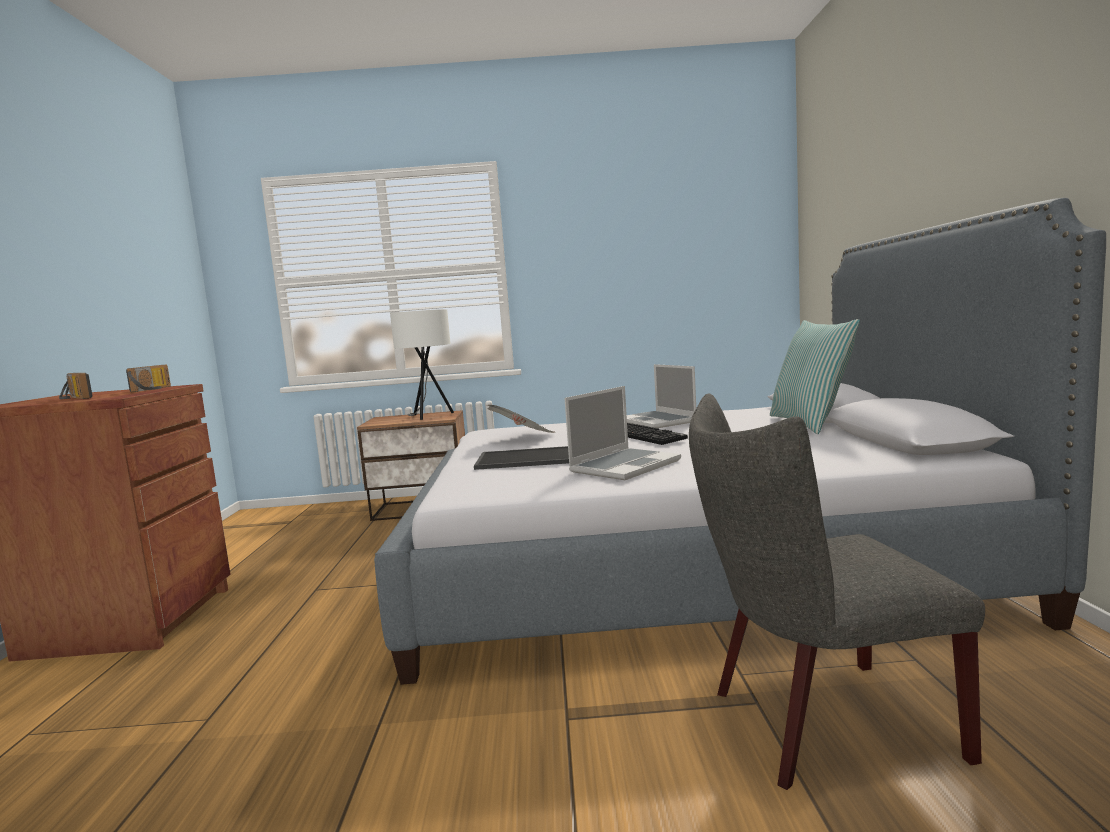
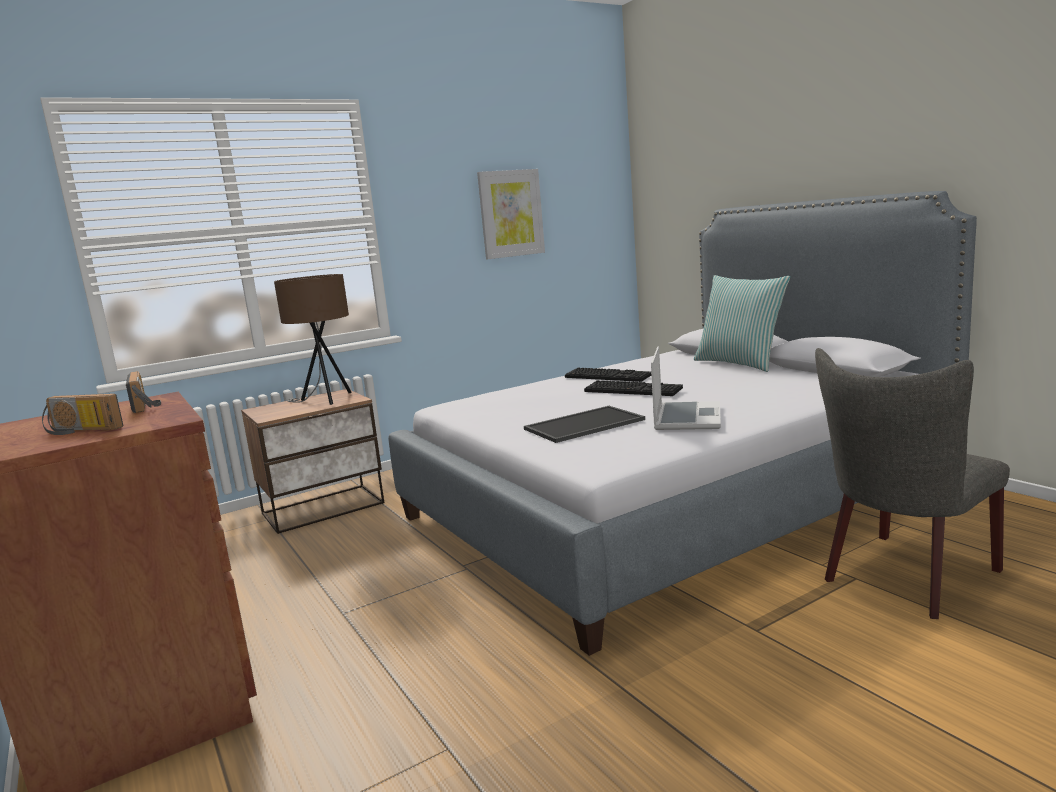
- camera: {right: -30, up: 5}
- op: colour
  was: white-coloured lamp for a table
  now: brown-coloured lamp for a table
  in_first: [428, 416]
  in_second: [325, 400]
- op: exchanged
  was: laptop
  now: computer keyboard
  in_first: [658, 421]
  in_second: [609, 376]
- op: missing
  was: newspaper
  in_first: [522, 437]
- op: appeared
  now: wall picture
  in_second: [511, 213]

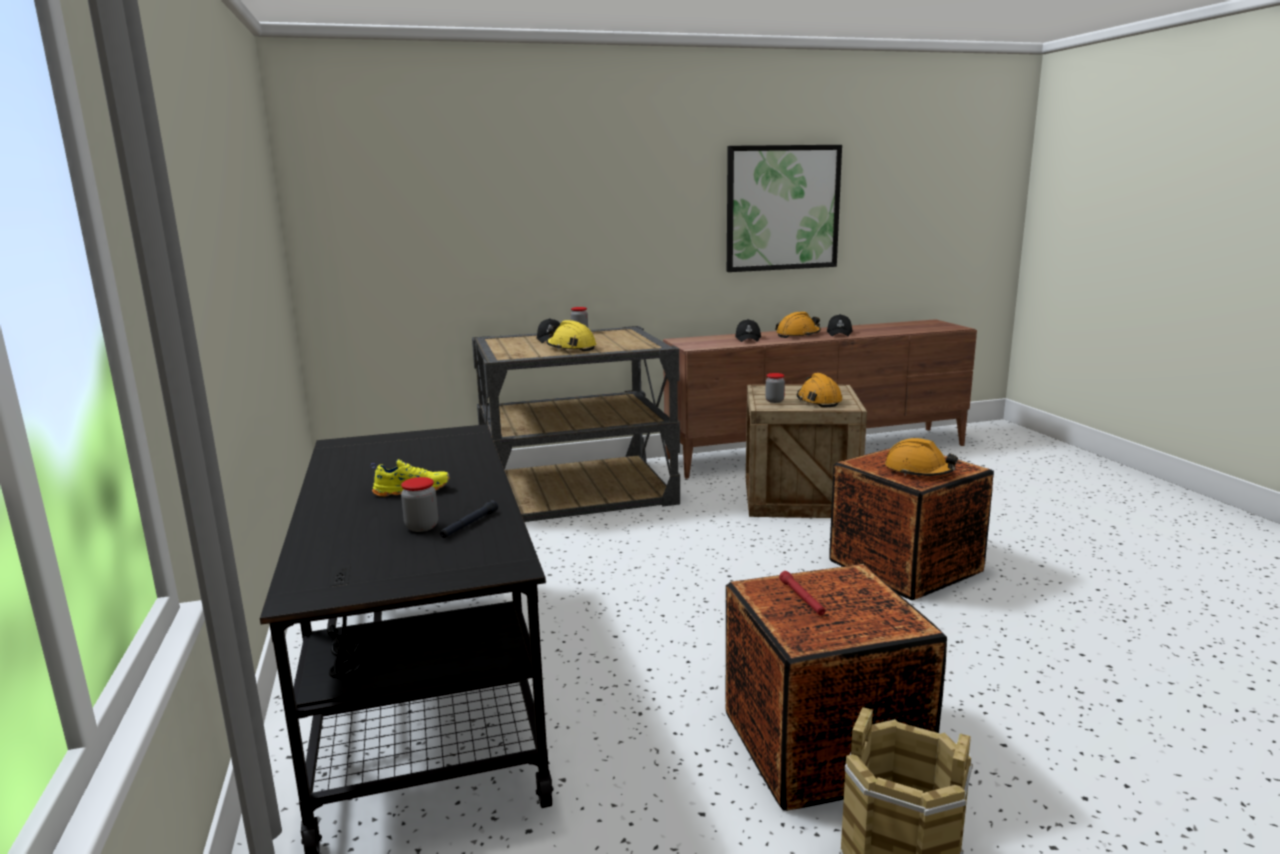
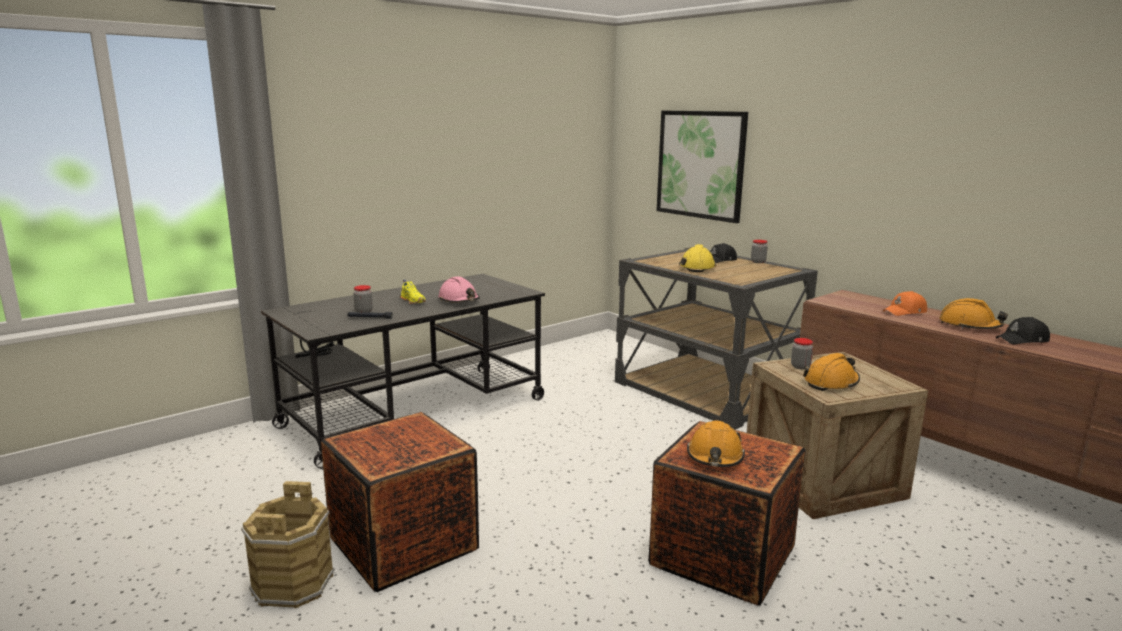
- camera: {right: 65, up: 0}
- op: relocated
  was: wall picture
  in_first: [782, 208]
  in_second: [700, 164]
- op: colour
  was: blackish cap
  now: orangey cap
  in_first: [748, 338]
  in_second: [905, 312]
- op: missing
  was: red-coloured hand torch
  in_first: [802, 598]
- op: appeared
  now: pink safety helmet
  in_second: [459, 300]

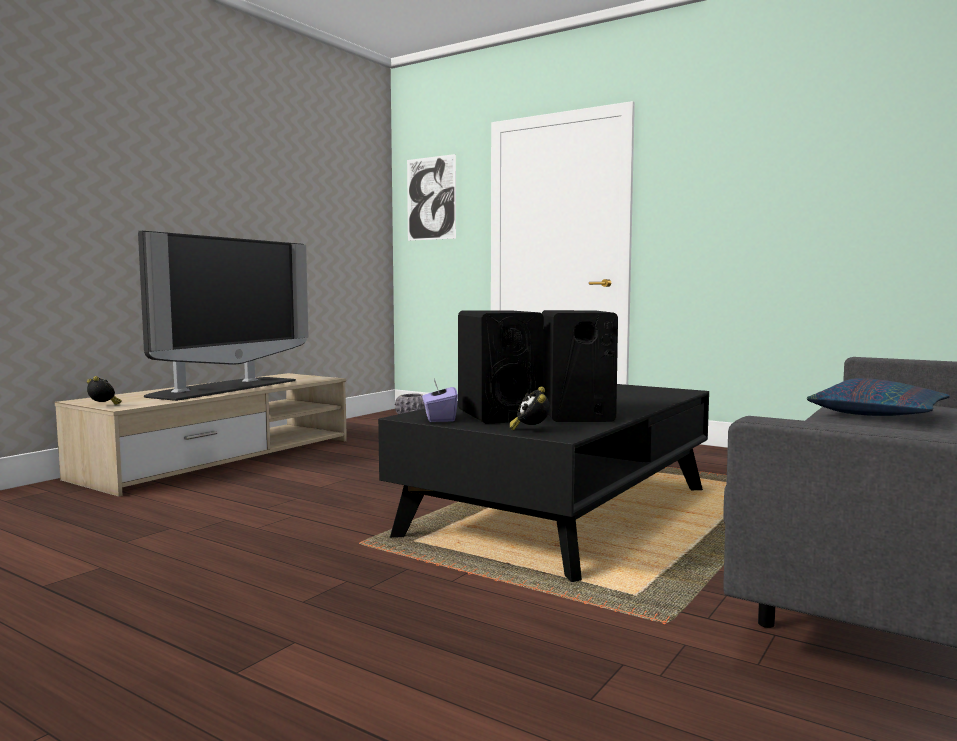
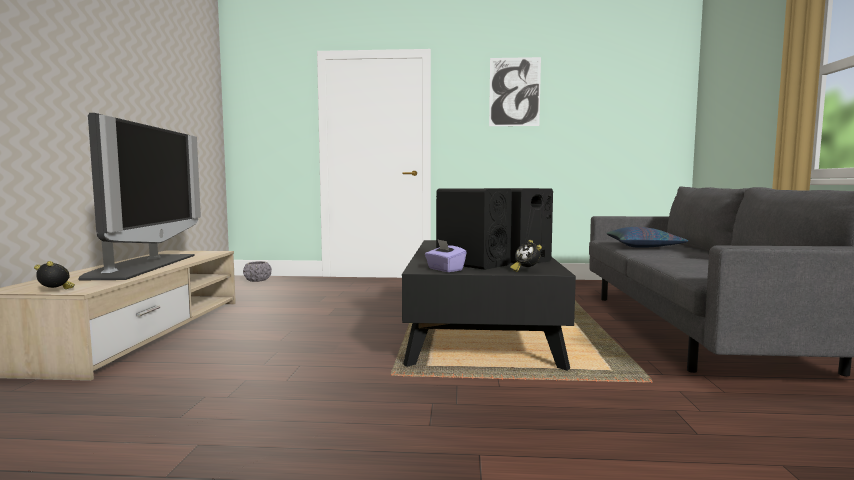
- camera: {right: -30, up: 0}
- op: relocated
  was: wall picture
  in_first: [431, 198]
  in_second: [514, 92]

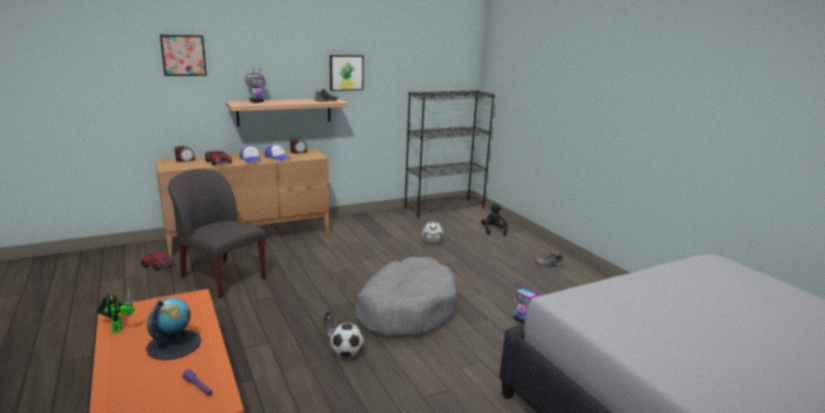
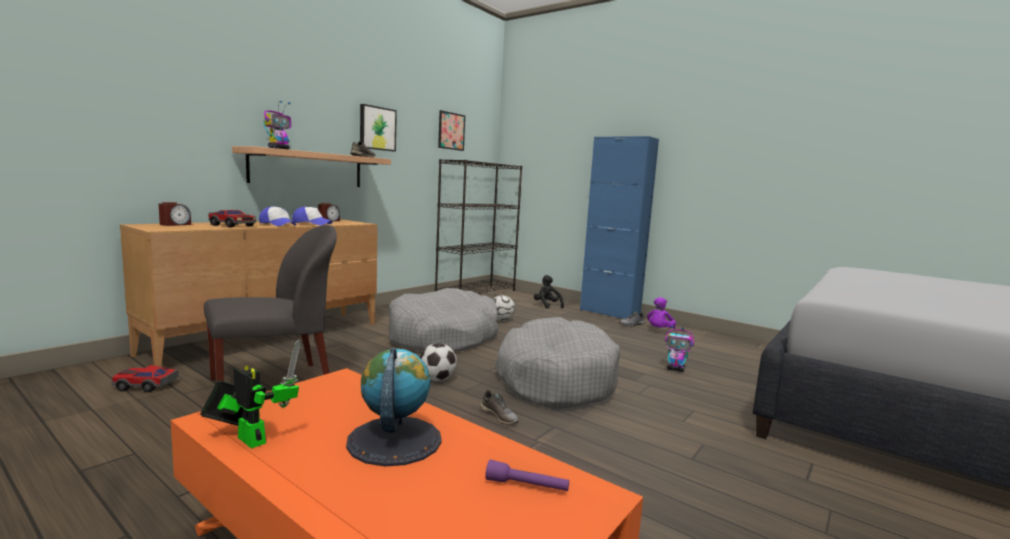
- camera: {right: -25, up: -10}
- op: relocated
  was: wall picture
  in_first: [183, 55]
  in_second: [451, 131]
- op: spun
  was: greyish chair
  in_first: [222, 277]
  in_second: [274, 384]
  clockwise: 135
- op: relocated
  was: ball for football
  in_first: [347, 354]
  in_second: [437, 379]
- op: appeared
  now: blue storage cabinet
  in_second: [609, 313]
- op: appeared
  now: greyish pet bed
  in_second: [442, 337]
- op: appeared
  now: purple soft toy
  in_second: [659, 330]

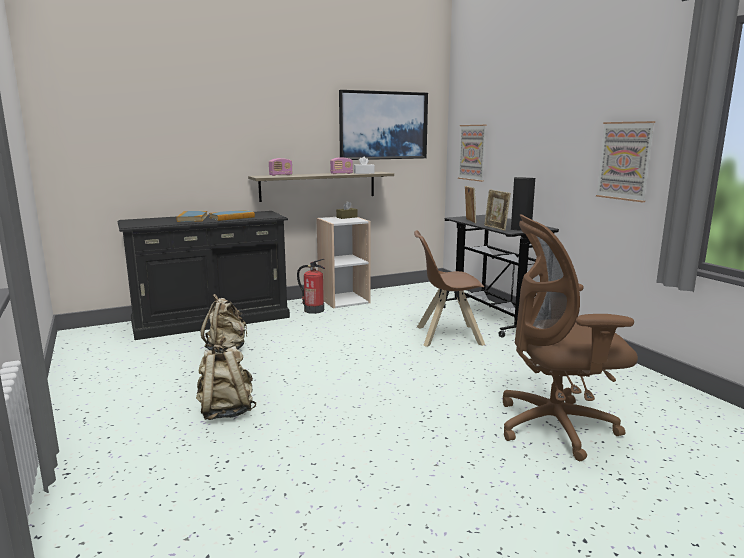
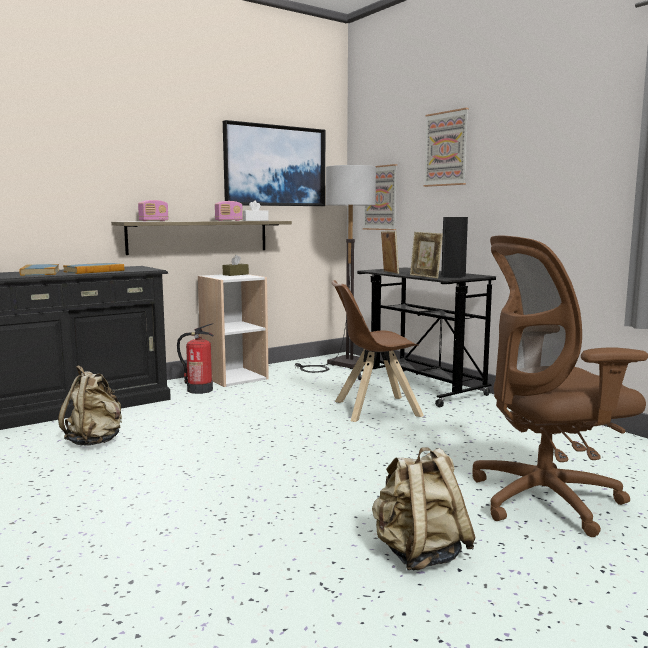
- camera: {right: -10, up: -5}
- op: relocated
  was: wall picture
  in_first: [625, 161]
  in_second: [446, 149]
- op: relocated
  was: beige rucksack
  in_first: [226, 412]
  in_second: [419, 554]
- op: appeared
  now: standing lamp
  in_second: [339, 365]

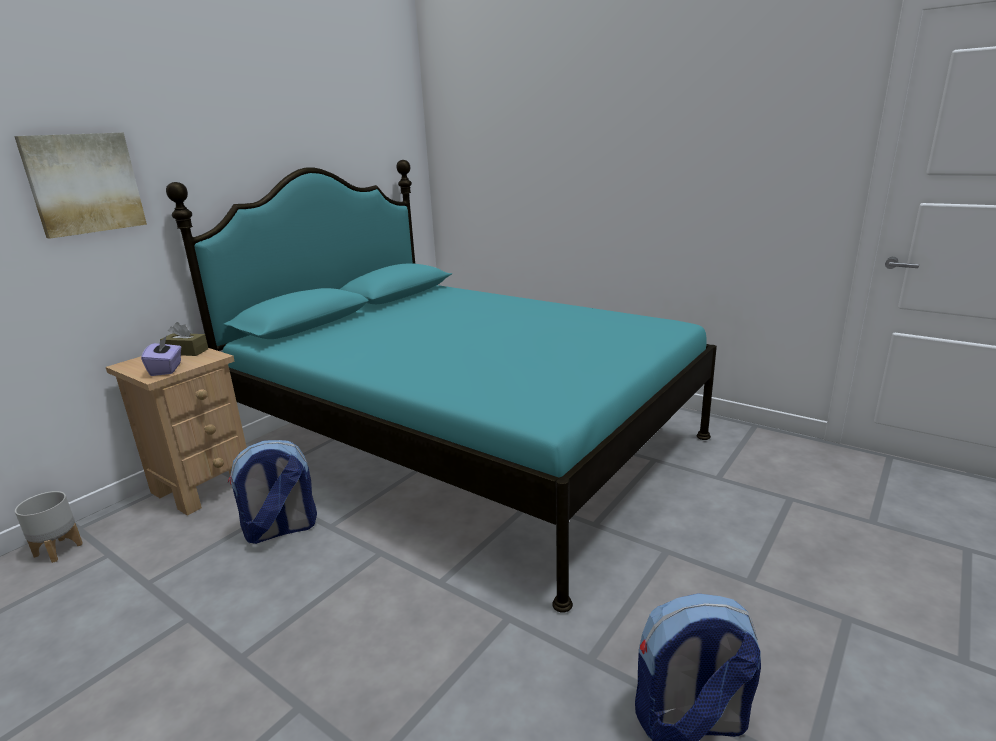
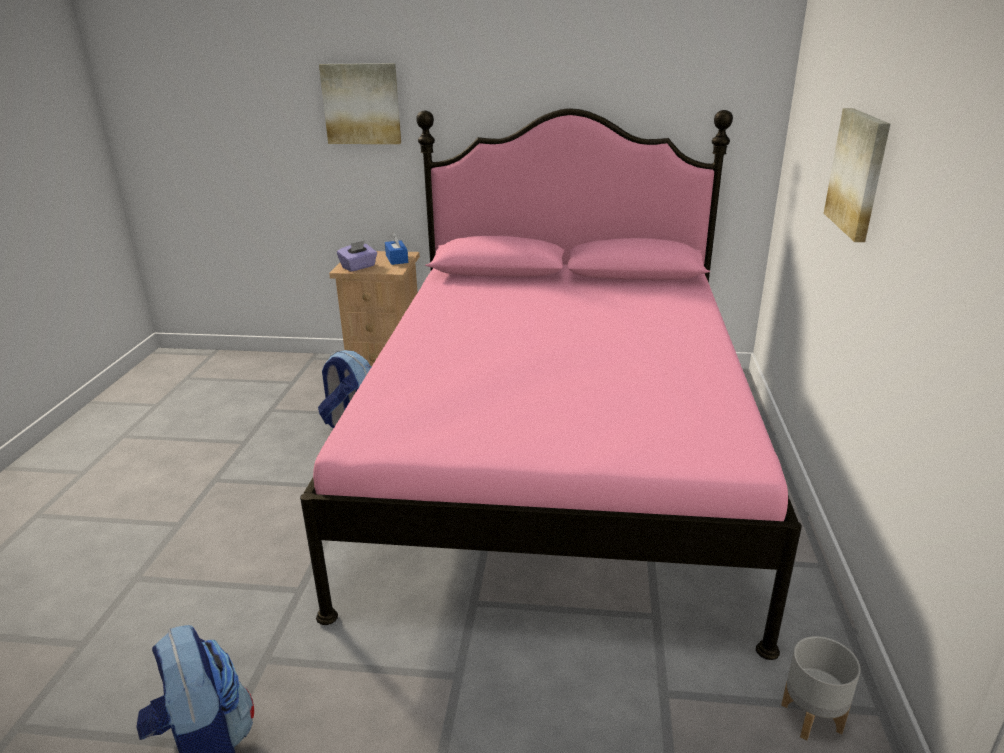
- camera: {right: 60, up: 5}
- op: colour
  was: turquoise-coloured bed
  now: pink bed
  in_first: [468, 446]
  in_second: [555, 465]
- op: colour
  was: brown-coloured box of tissues
  now: blue box of tissues
  in_first: [186, 352]
  in_second: [397, 259]
- op: relocated
  was: greyish flower pot
  in_first: [59, 550]
  in_second: [812, 718]
- op: appeared
  now: wall picture
  in_second: [859, 173]

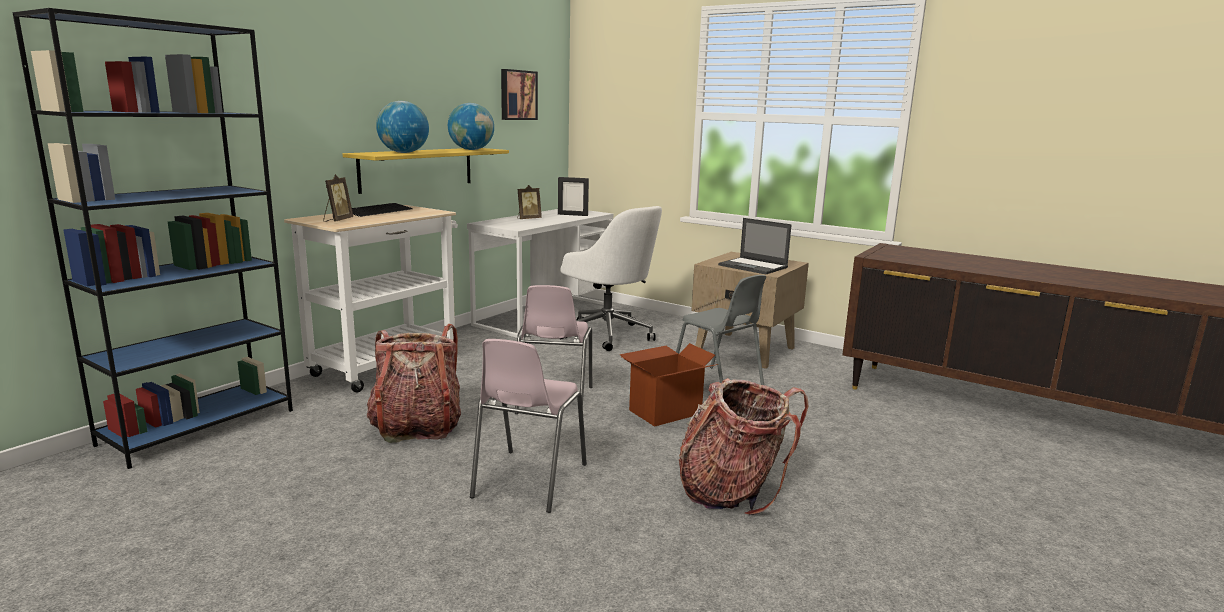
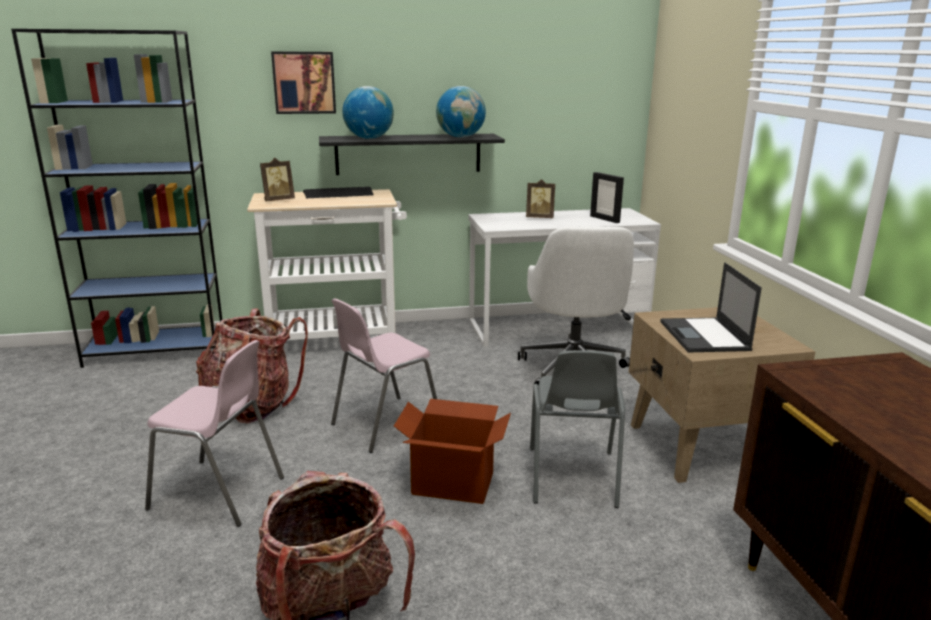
- camera: {right: 45, up: 5}
- op: relocated
  was: wall picture
  in_first: [517, 95]
  in_second: [304, 82]
- op: colour
  was: yellow shelf
  now: blackish shelf
  in_first: [417, 169]
  in_second: [408, 154]
- op: spun
  was: pink chair
  in_first: [528, 481]
  in_second: [219, 493]
  clockwise: -135

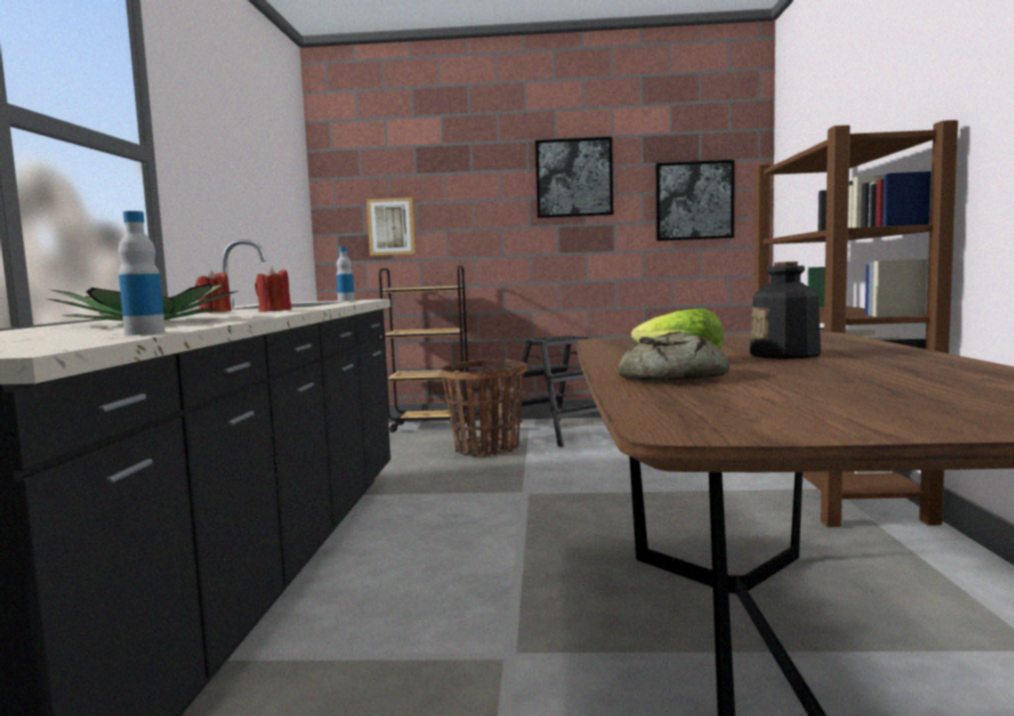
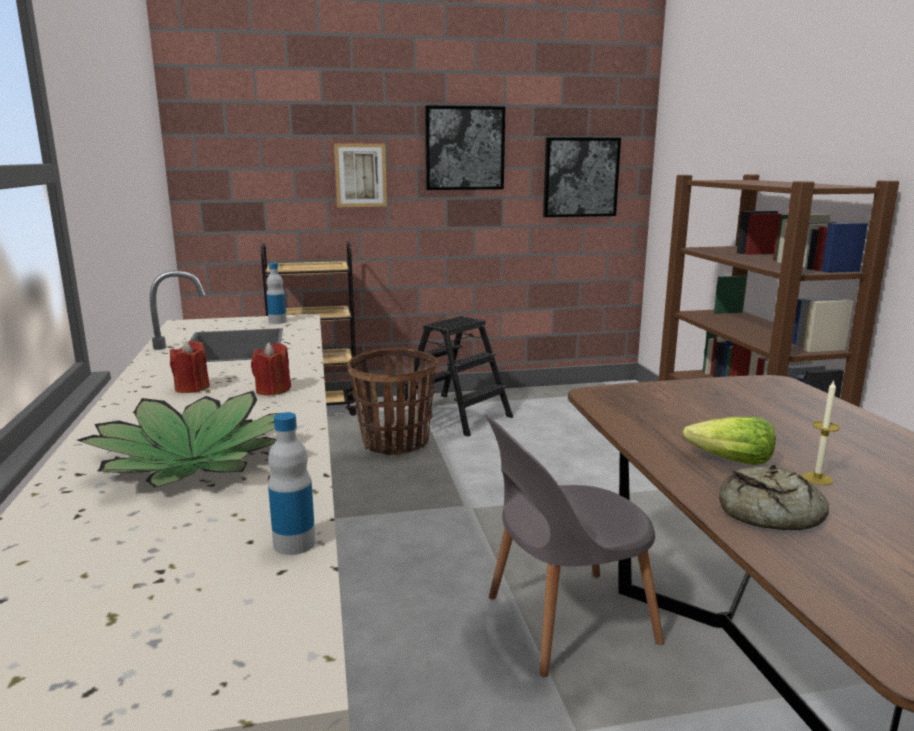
- camera: {right: -15, up: 10}
- op: relocated
  was: wall picture
  in_first: [391, 226]
  in_second: [360, 175]
- op: missing
  was: drink bottle
  in_first: [785, 355]
- op: appeared
  now: candle
  in_second: [817, 478]
- op: appeared
  now: greyish chair
  in_second: [564, 621]

